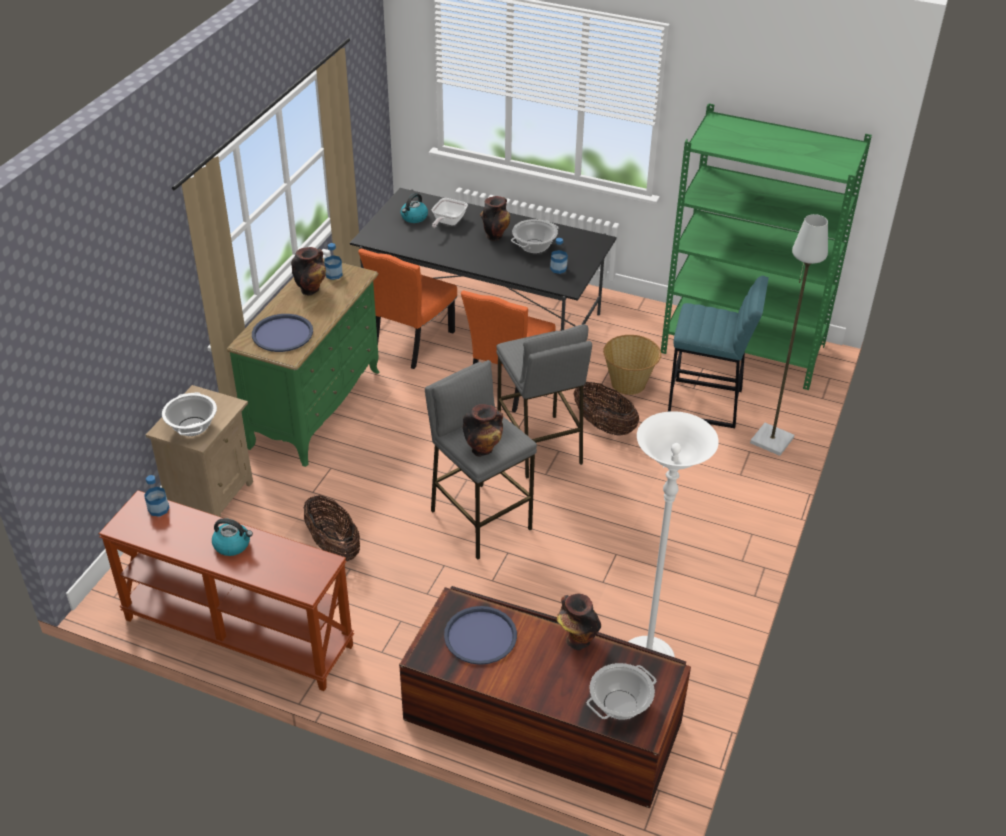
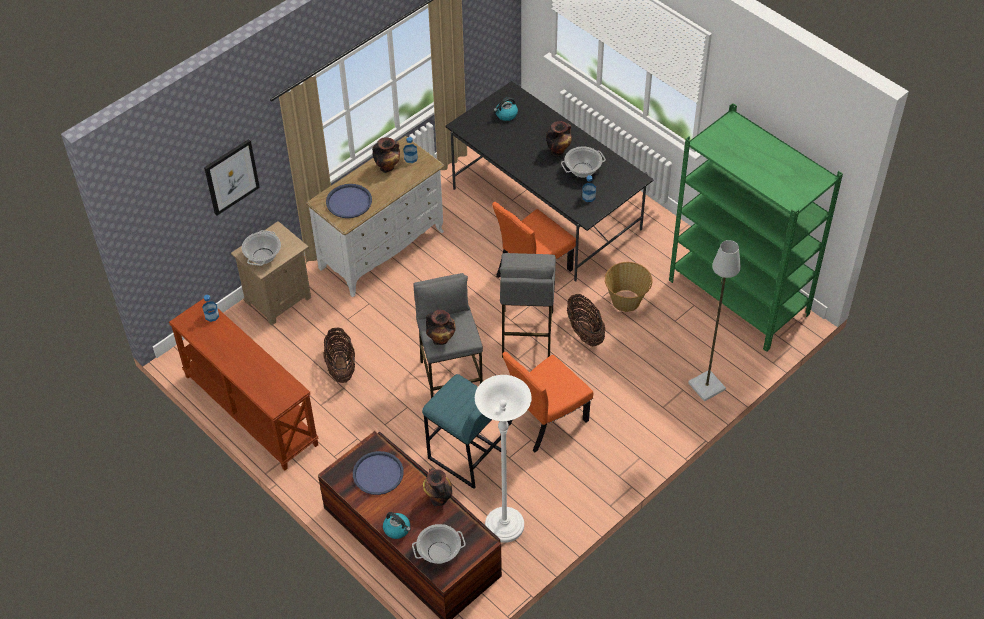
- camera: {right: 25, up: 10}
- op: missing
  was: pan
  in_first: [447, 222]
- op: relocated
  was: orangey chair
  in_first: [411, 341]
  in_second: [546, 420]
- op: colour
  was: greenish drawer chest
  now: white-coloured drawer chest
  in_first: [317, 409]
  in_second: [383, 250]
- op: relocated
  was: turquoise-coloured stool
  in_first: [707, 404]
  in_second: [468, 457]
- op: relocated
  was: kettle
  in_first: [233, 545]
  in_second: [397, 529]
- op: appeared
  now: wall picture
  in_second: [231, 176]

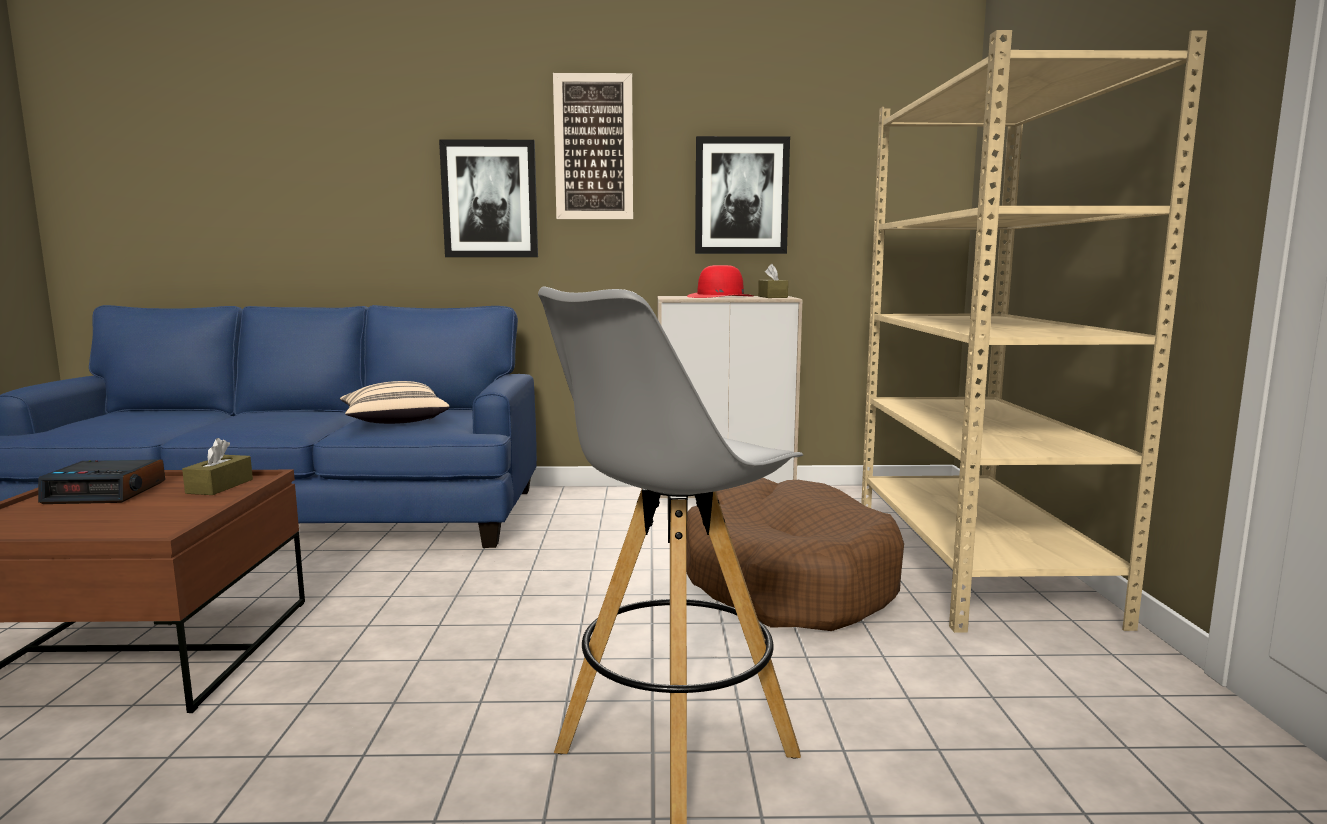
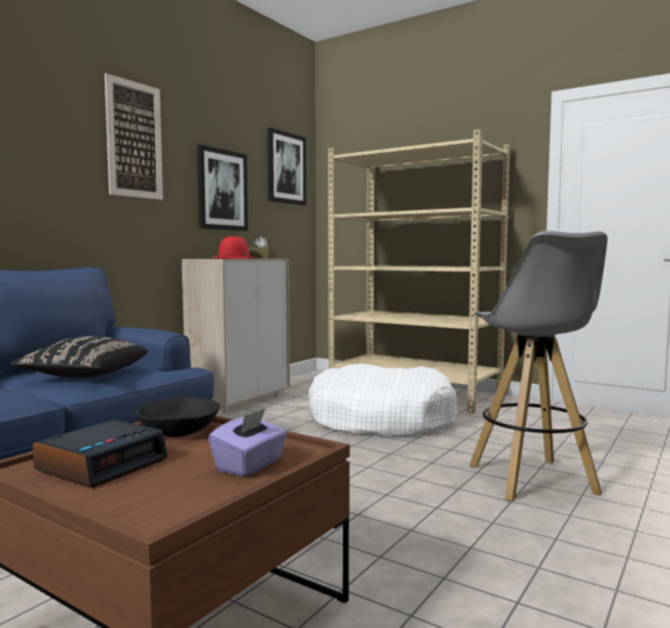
- camera: {right: -55, up: -5}
- op: relocated
  was: wall picture
  in_first: [490, 199]
  in_second: [286, 168]
- op: colour
  was: beige cushion
  now: blackish cushion
  in_first: [394, 422]
  in_second: [84, 376]
- op: exchanged
  was: brown-coloured box of tissues
  now: blackish deep dish
  in_first: [220, 486]
  in_second: [178, 431]
- op: colour
  was: brown-coloured pet bed
  now: white-coloured pet bed
  in_first: [786, 581]
  in_second: [381, 420]
- op: appeared
  now: purple box of tissues
  in_second: [250, 465]

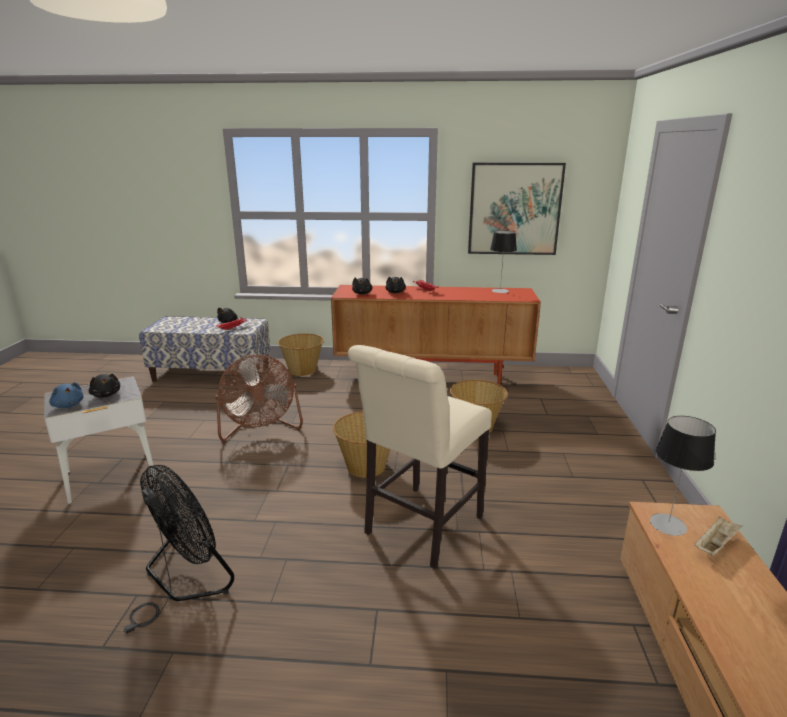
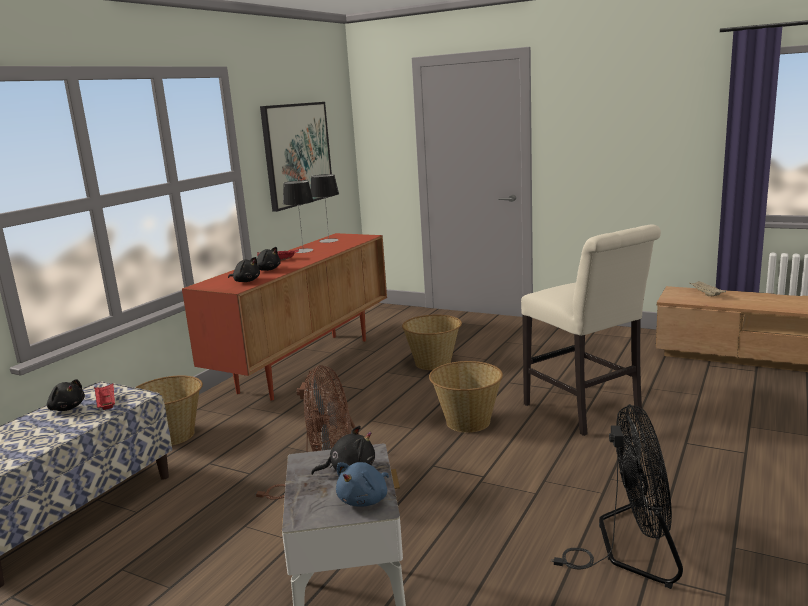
- camera: {right: -65, up: -5}
- op: spun
  was: blue soft toy
  in_first: [68, 405]
  in_second: [365, 500]
  clockwise: 150
- op: relocated
  was: lamp for a table
  in_first: [668, 524]
  in_second: [303, 251]
- op: spun
  was: blackish electric fan
  in_first: [178, 579]
  in_second: [626, 545]
  clockwise: 120

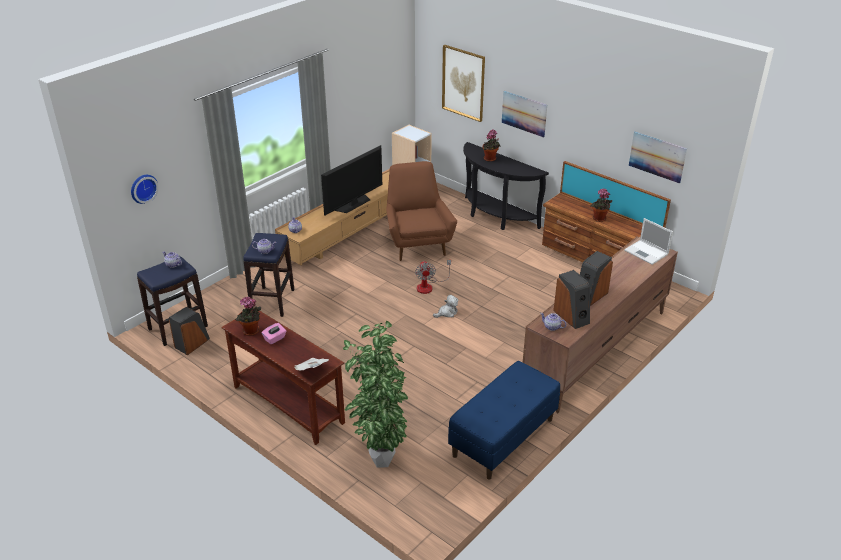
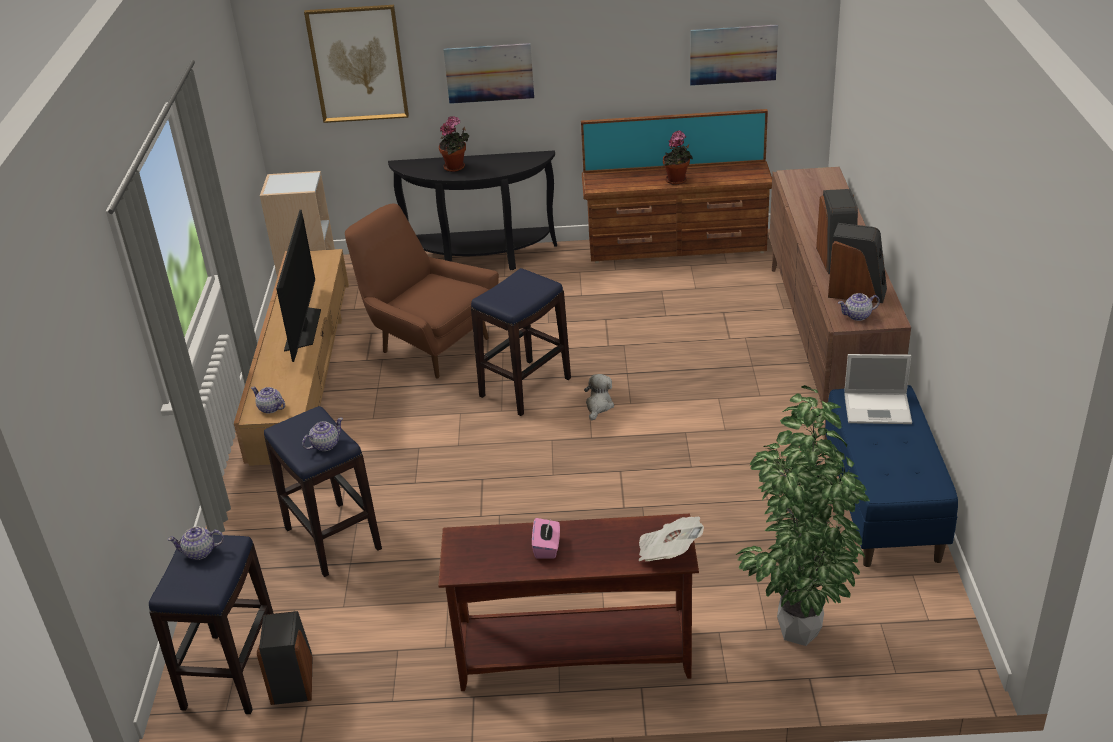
- camera: {right: -40, up: 0}
- op: missing
  was: clock on the wall
  in_first: [143, 188]
- op: relocated
  was: laptop
  in_first: [647, 252]
  in_second: [878, 408]
- op: exchanged
  was: electric fan
  now: stool
  in_first: [428, 286]
  in_second: [525, 387]
- op: missing
  was: plant in a pot
  in_first: [251, 332]

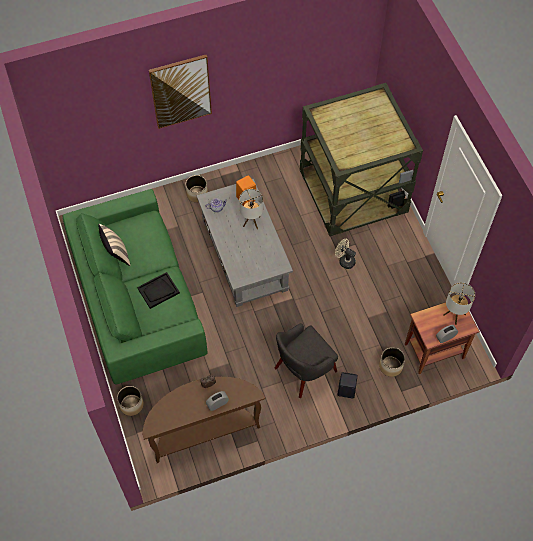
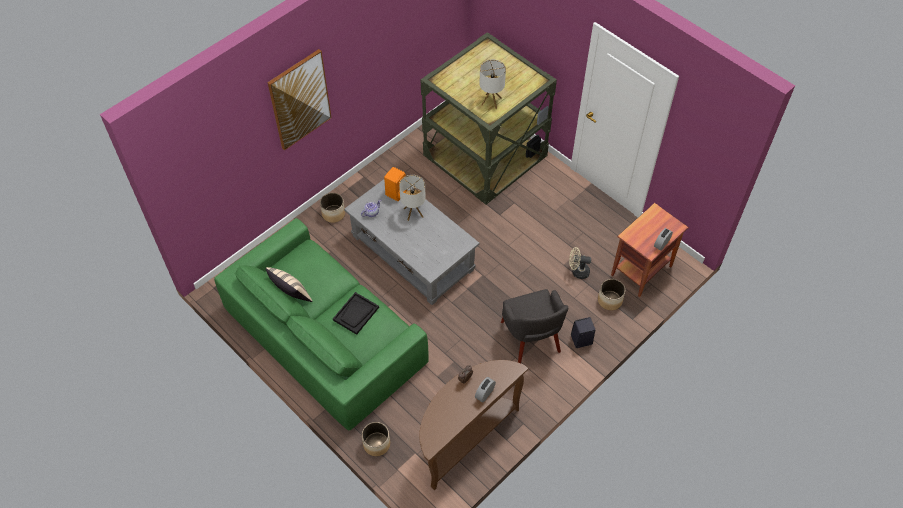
- camera: {right: -25, up: -5}
- op: relocated
  was: beige electric fan
  in_first: [344, 261]
  in_second: [577, 271]
- op: relocated
  was: lamp for a table
  in_first: [454, 314]
  in_second: [491, 101]
- op: spun
  was: greyish armchair
  in_first: [304, 370]
  in_second: [531, 337]
  clockwise: -45

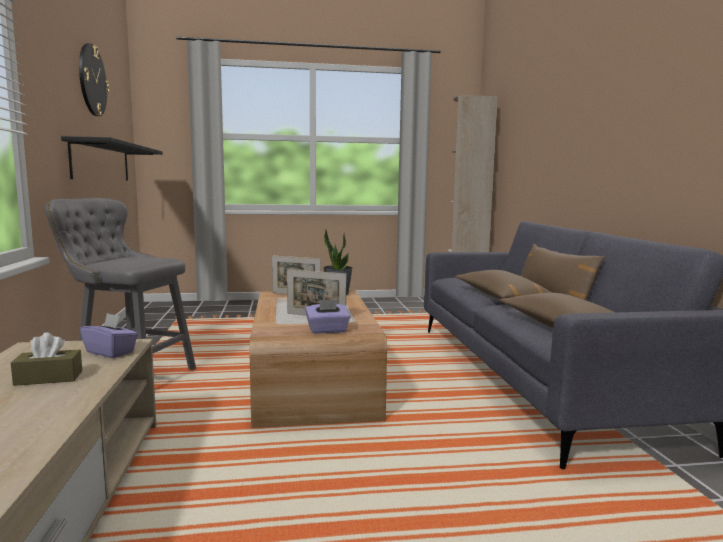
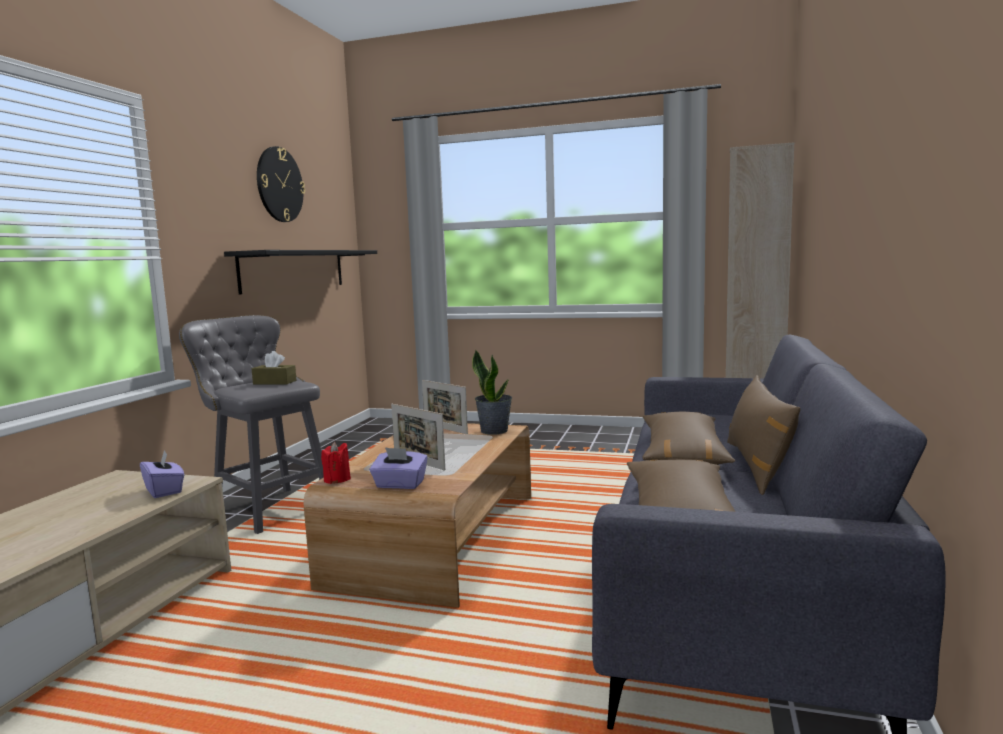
- camera: {right: 25, up: 0}
- op: relocated
  was: brown-coloured box of tissues
  in_first: [49, 378]
  in_second: [275, 382]
- op: appeared
  now: red-coloured candle
  in_second: [337, 479]

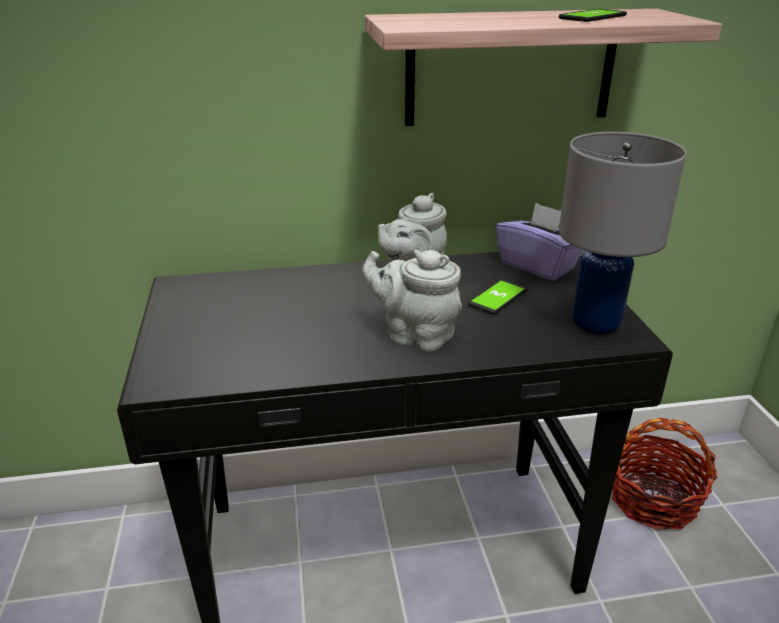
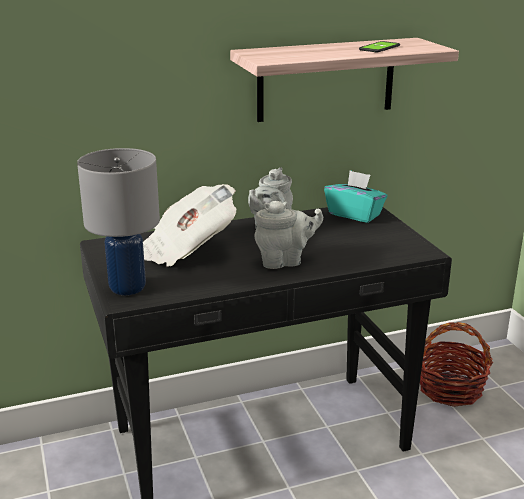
- camera: {right: -10, up: -5}
- op: relocated
  was: greyish lamp for a table
  in_first: [598, 324]
  in_second: [129, 288]
- op: colour
  was: purple box of tissues
  now: turquoise-coloured box of tissues
  in_first: [537, 266]
  in_second: [354, 214]
- op: spun
  was: greyish pot for tea
  in_first: [415, 335]
  in_second: [285, 261]
  clockwise: 150
- op: missing
  was: telephone
  in_first: [497, 298]
- op: appeared
  now: newspaper
  in_second: [185, 250]

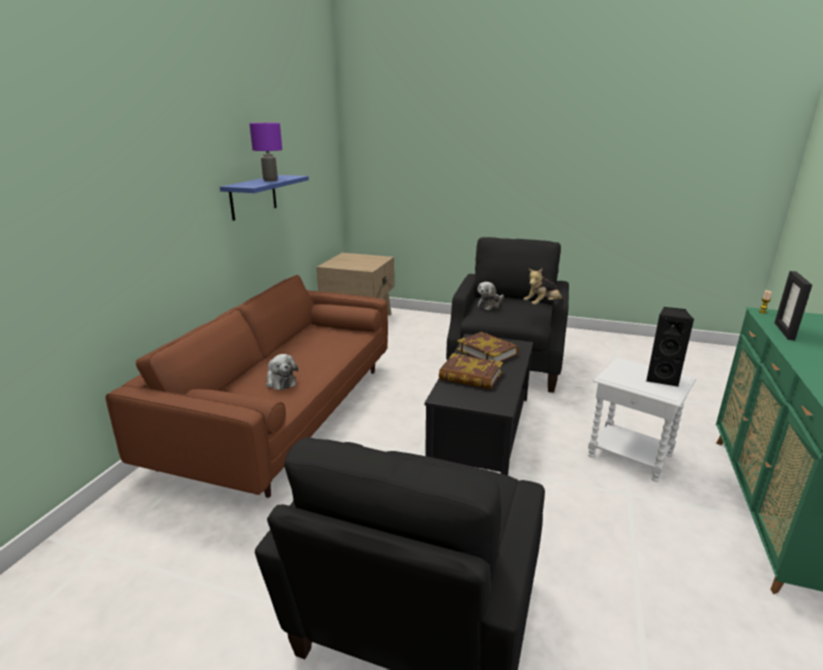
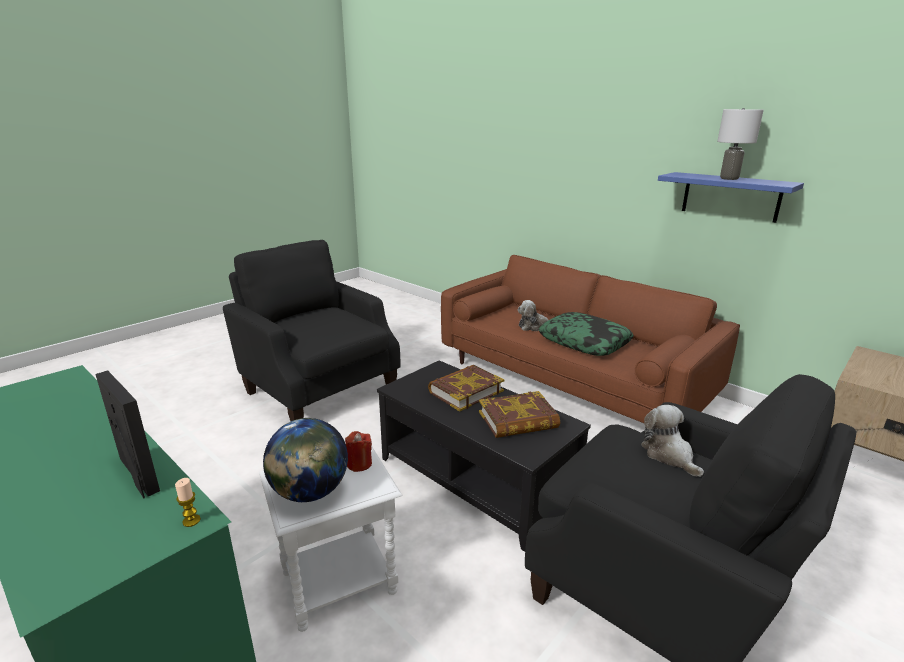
- camera: {right: 115, up: 0}
- op: colour
  was: purple lamp for a table
  now: white-coloured lamp for a table
  in_first: [271, 180]
  in_second: [730, 179]
- op: missing
  was: soft toy
  in_first: [542, 305]
- op: exchanged
  was: blackish audio speaker
  now: desk globe
  in_first: [662, 378]
  in_second: [310, 492]
- op: appeared
  now: cushion
  in_second: [584, 342]
- op: appeared
  now: red-coloured candle
  in_second: [359, 464]

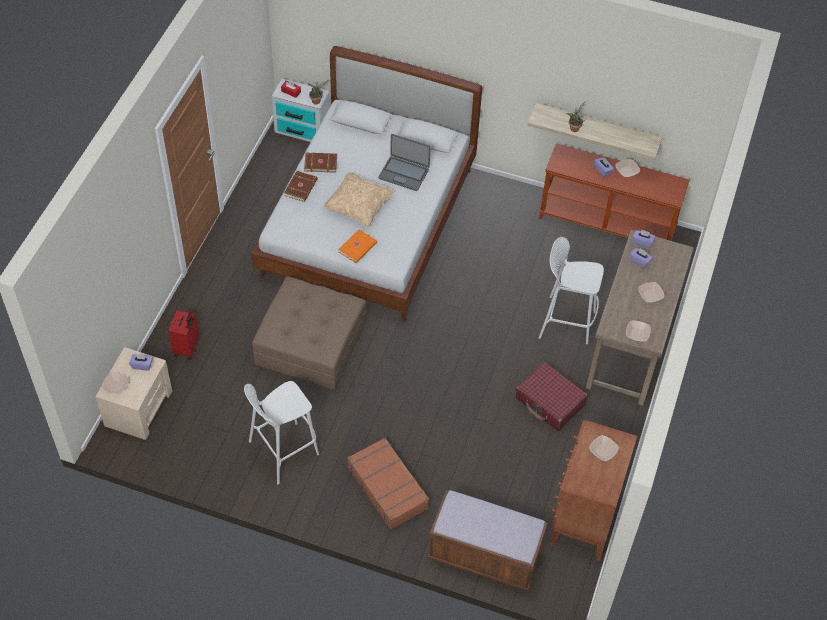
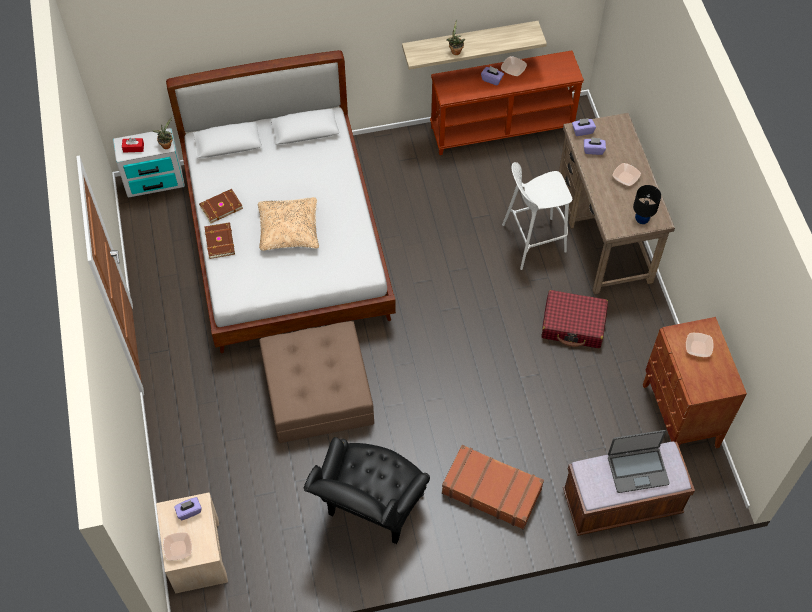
- camera: {right: -30, up: 5}
- op: relocated
  was: laptop
  in_first: [404, 173]
  in_second: [637, 469]
- op: missing
  was: orangey volume
  in_first: [358, 247]
- op: missing
  was: red-coloured piece of luggage
  in_first: [187, 348]
- op: exchanged
  was: deep dish
  now: blackish lamp for a table
  in_first: [637, 334]
  in_second: [641, 220]
- op: exchanged
  was: white-coloured stool
  now: blackish armchair
  in_first: [283, 451]
  in_second: [370, 513]

